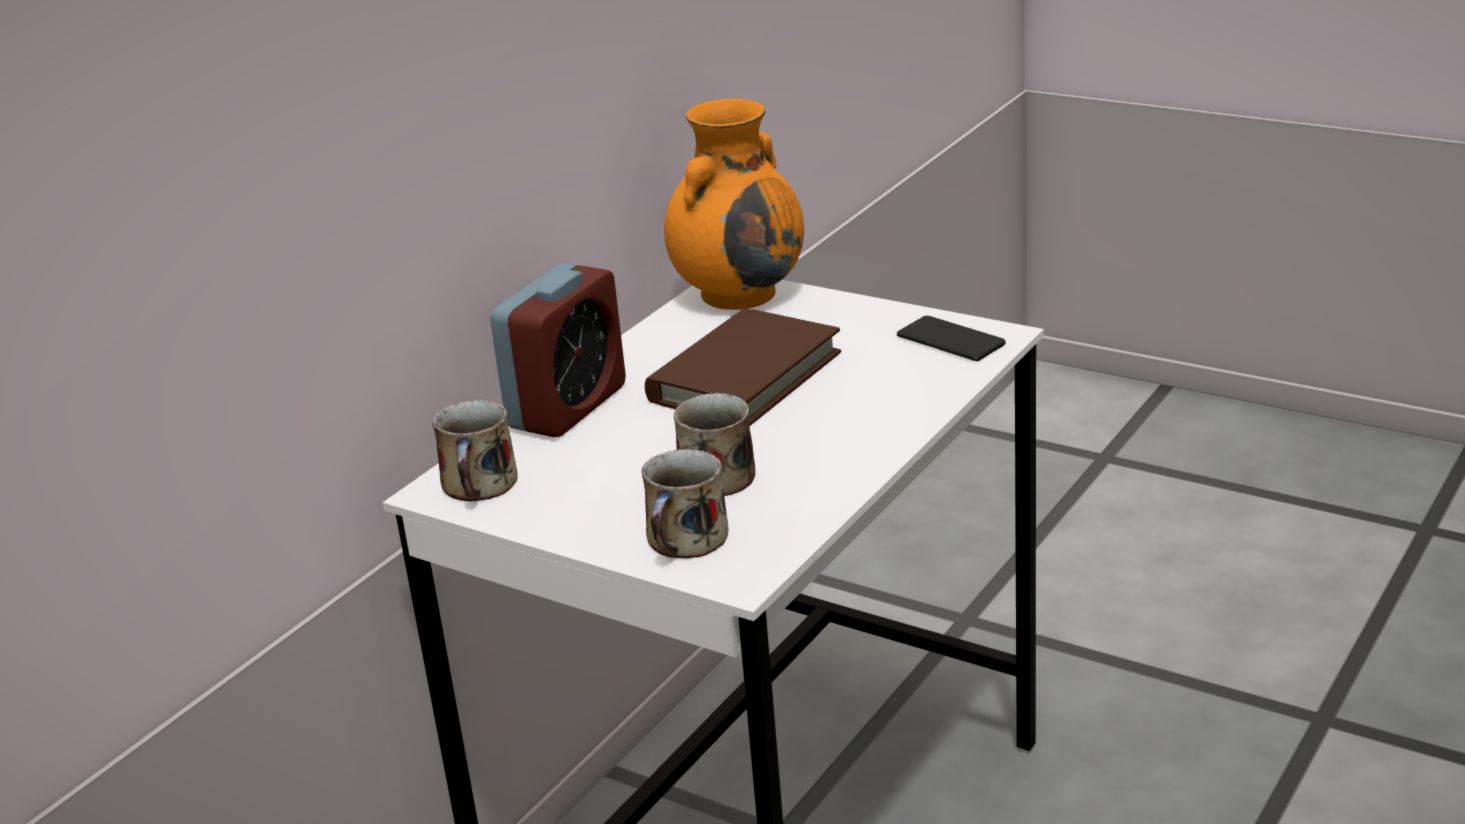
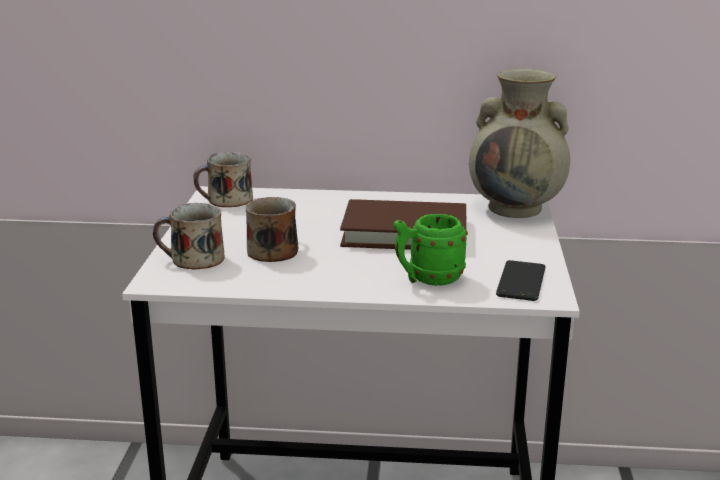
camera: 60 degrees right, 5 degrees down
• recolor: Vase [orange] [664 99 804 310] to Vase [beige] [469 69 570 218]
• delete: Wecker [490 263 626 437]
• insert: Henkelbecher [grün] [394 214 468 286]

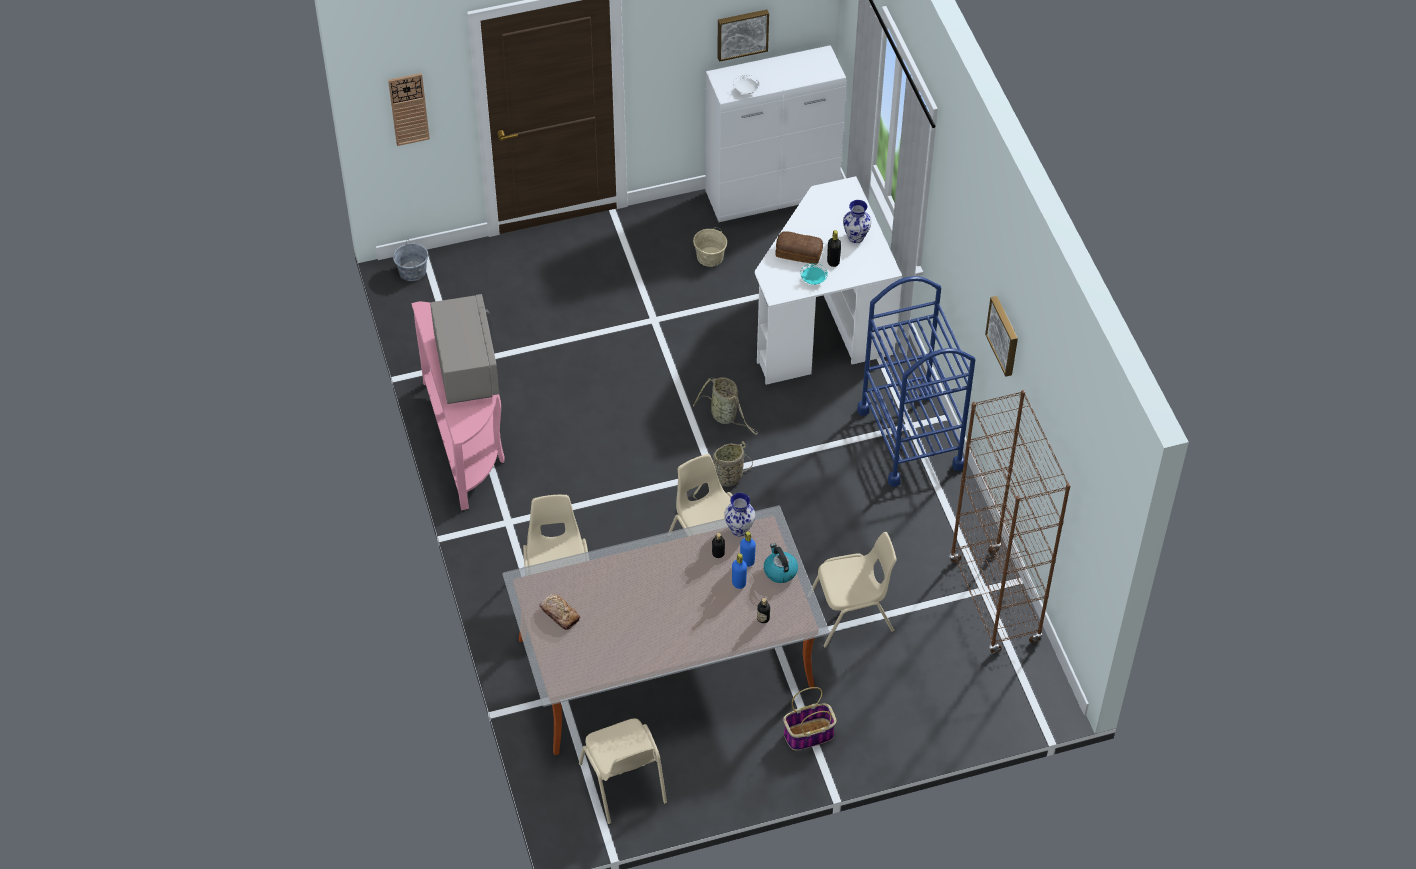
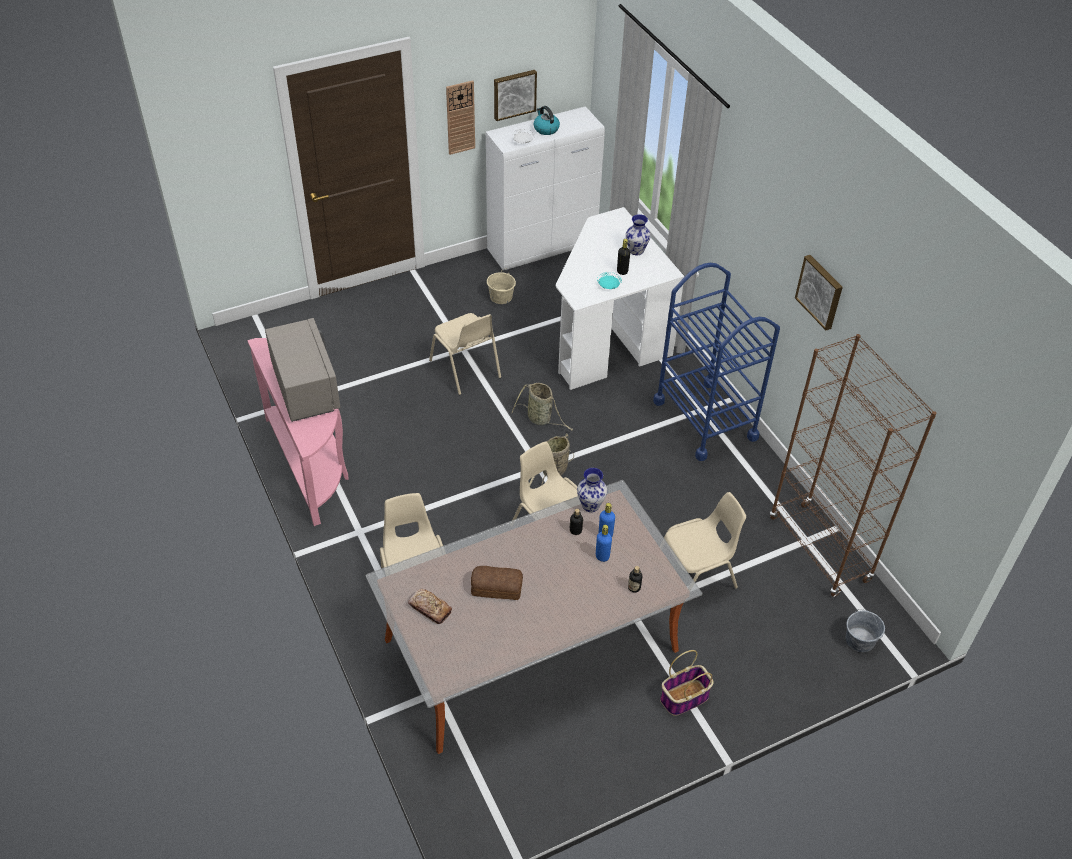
camera: 10 degrees left, 5 degrees down
• move: Wanduhr [388 73 430 146] to [446 80 475 155]
• move: Brot [775 231 823 265] to [471 566 523 600]
• move: Eimer [grau] [393 239 428 281] to [846 609 885 652]
• move: Wasserkessel [764 543 798 583] to [534 106 560 135]
• move: Stuhl [beige] [579 718 667 824] to [429 313 501 395]

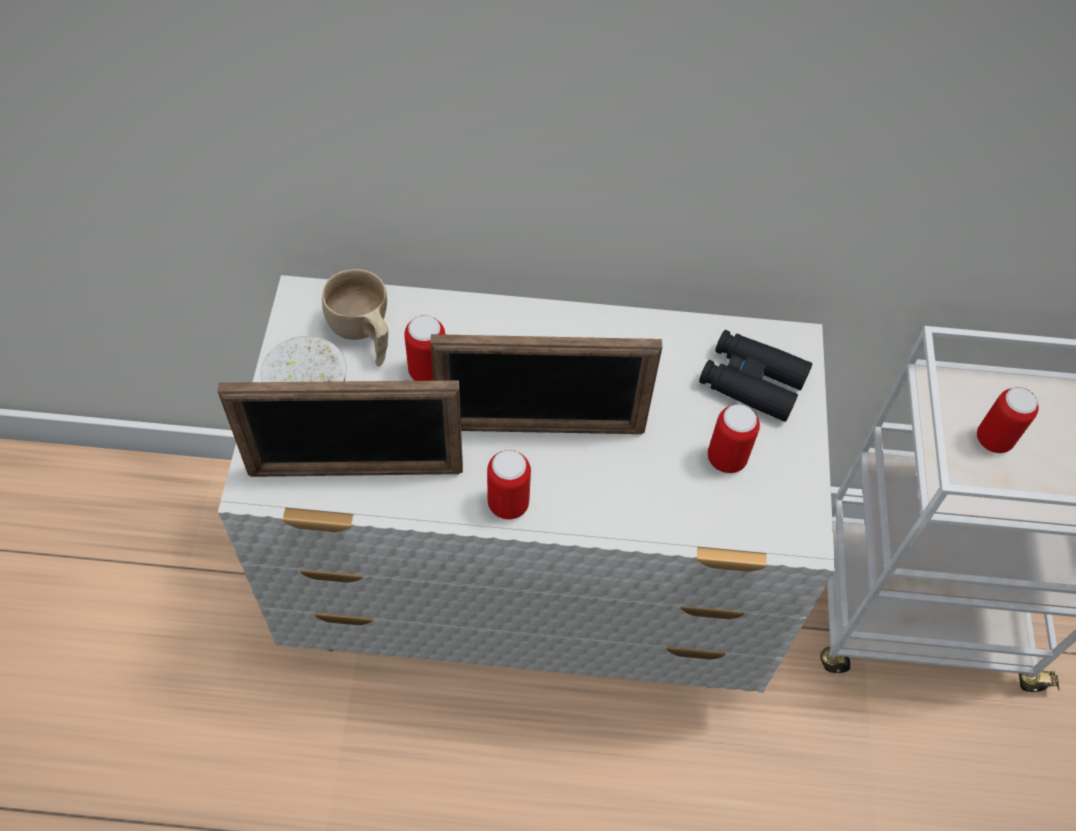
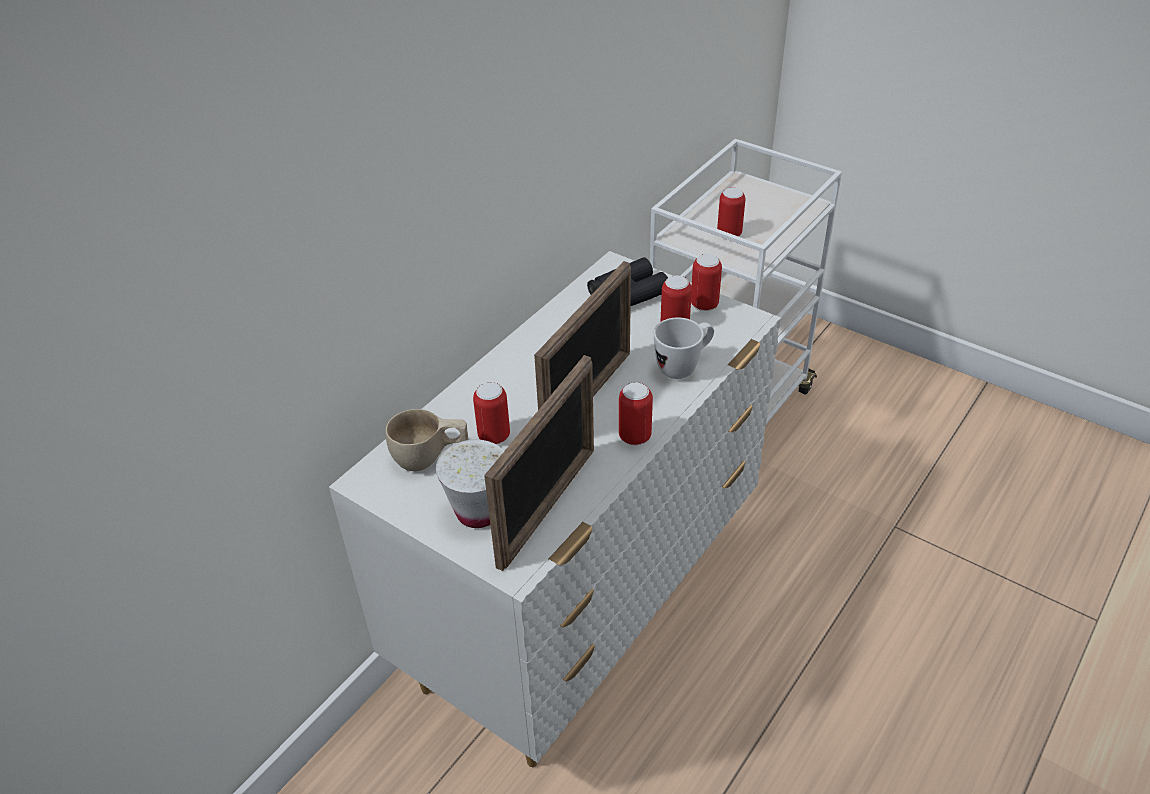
camera: 55 degrees left, 15 degrees down
• insert: Dose [691 254 722 311]
• insert: Henkelbecher [weiß] [654 317 714 379]

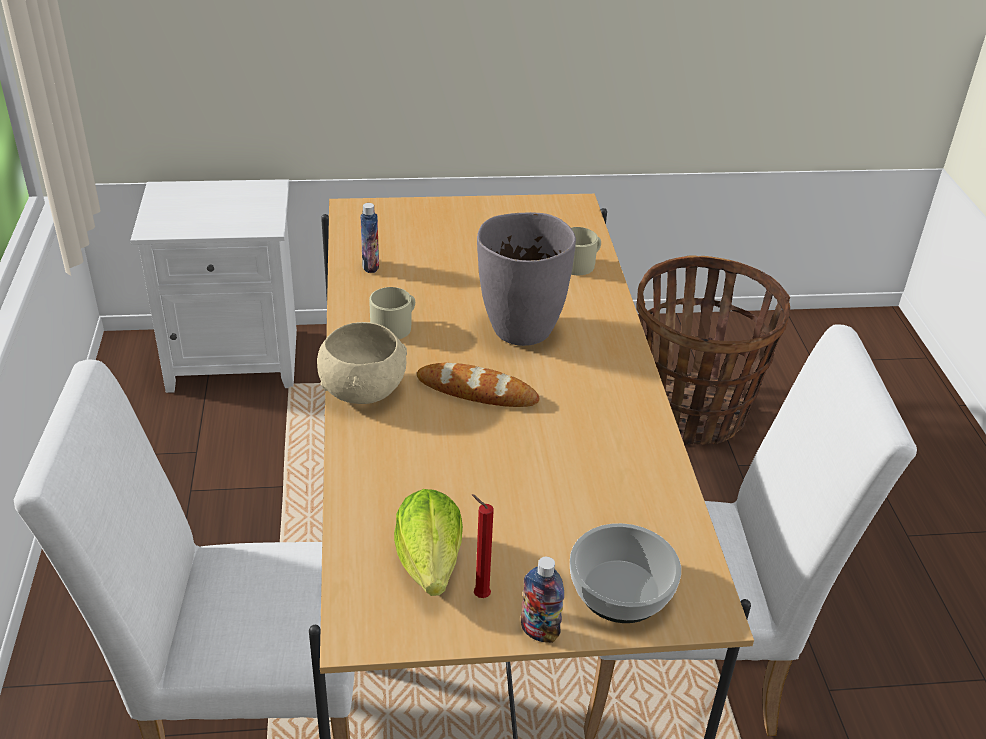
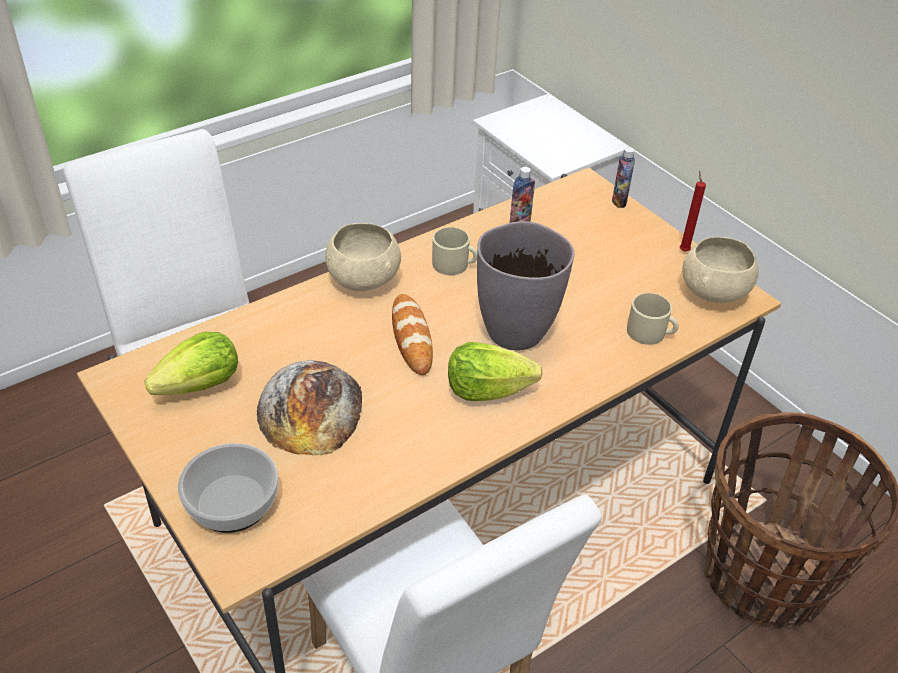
camera: 60 degrees right, 5 degrees up
• move: Kerze [rot] [472 494 494 598] to [680 170 706 252]
• move: Flasche [521 557 564 643] to [612 147 635 208]
• insert: Schüssel [beige] [682 237 759 303]
• insert: Salatkopf [448 342 543 401]
• insert: Brot [257 360 362 455]

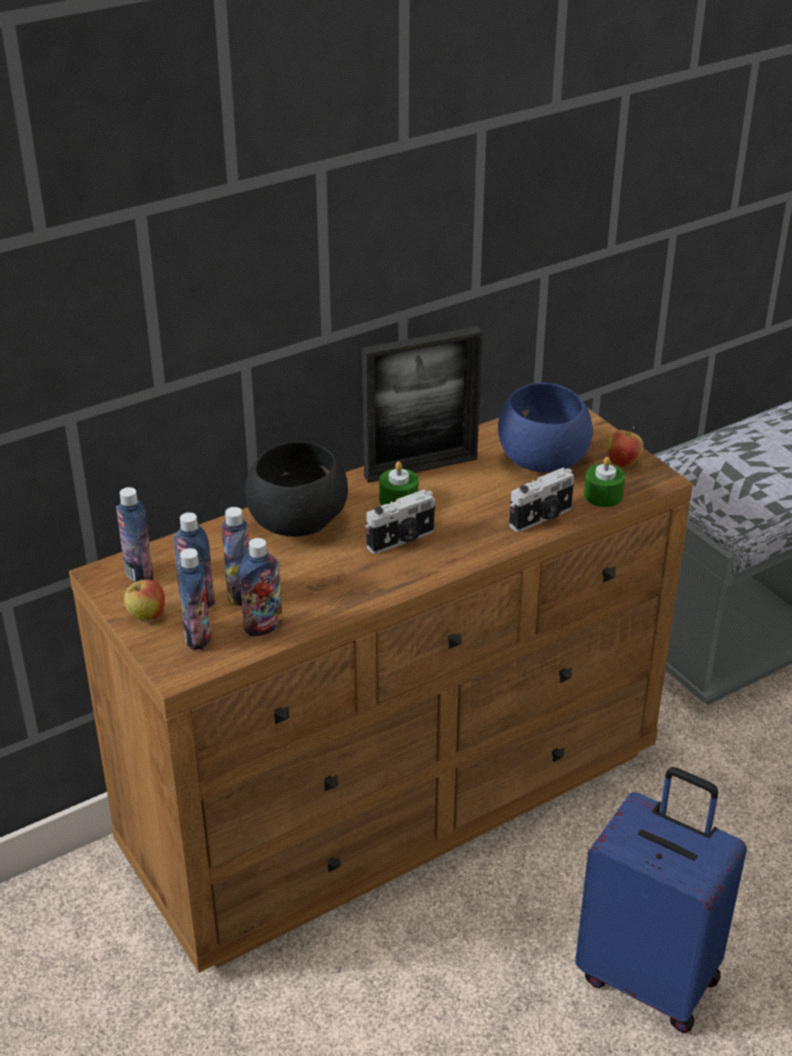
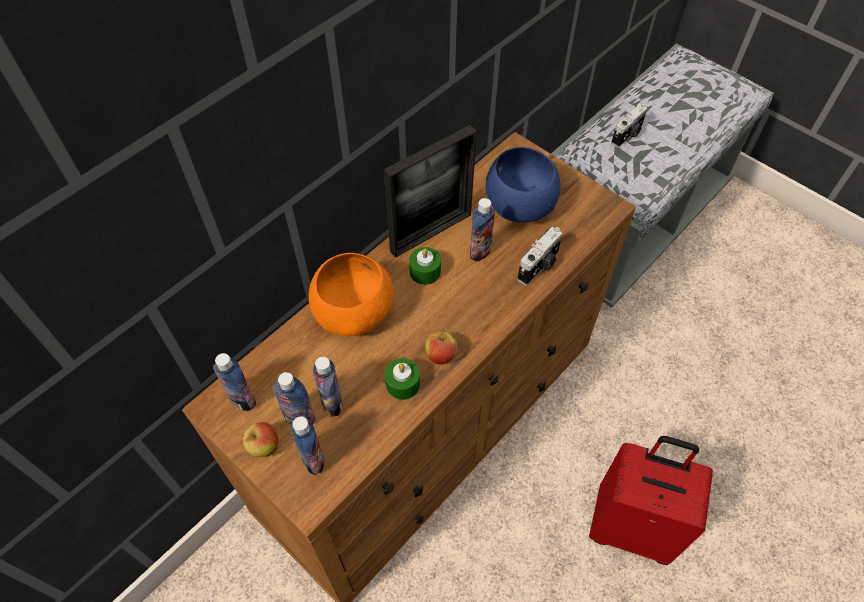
camera: 15 degrees left, 20 degrees up
• move: Apfel [607 427 643 468] to [425 329 457 365]
• recolor: Schüssel [schwarz] [245 441 348 537] to Schüssel [orange] [309 253 393 336]
• move: Kerze [grün] [584 457 625 507] to [385 358 420 400]
• move: Kamera [365 489 436 554] to [611 104 648 148]
• move: Flasche [239 538 282 637] to [470 198 495 262]
• recolor: Koffer [blau] [575 767 747 1033] to Koffer [rot] [589 436 713 565]

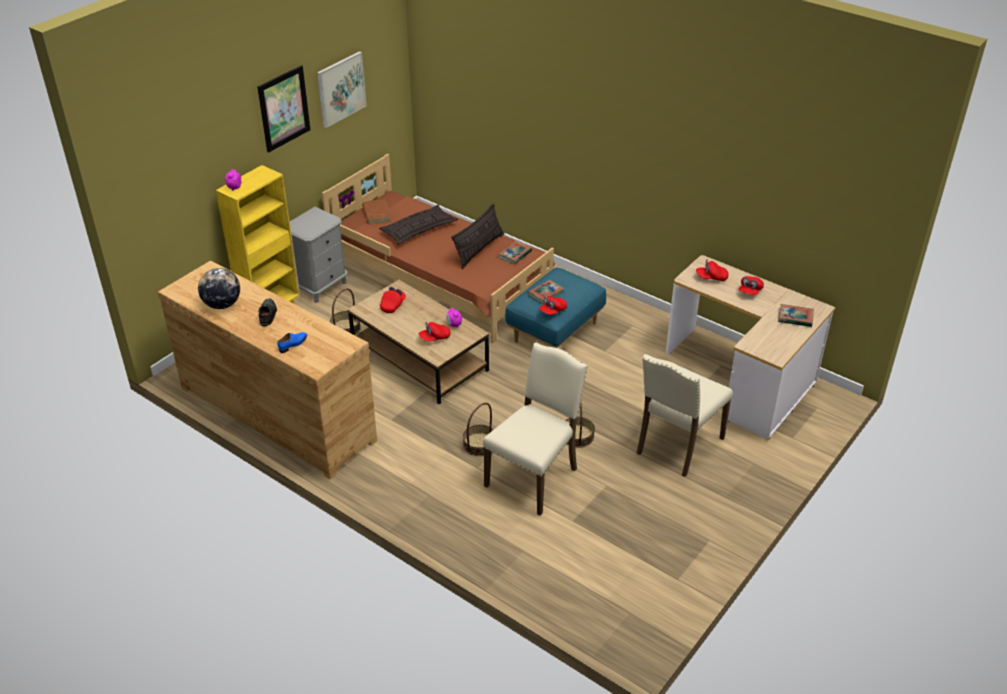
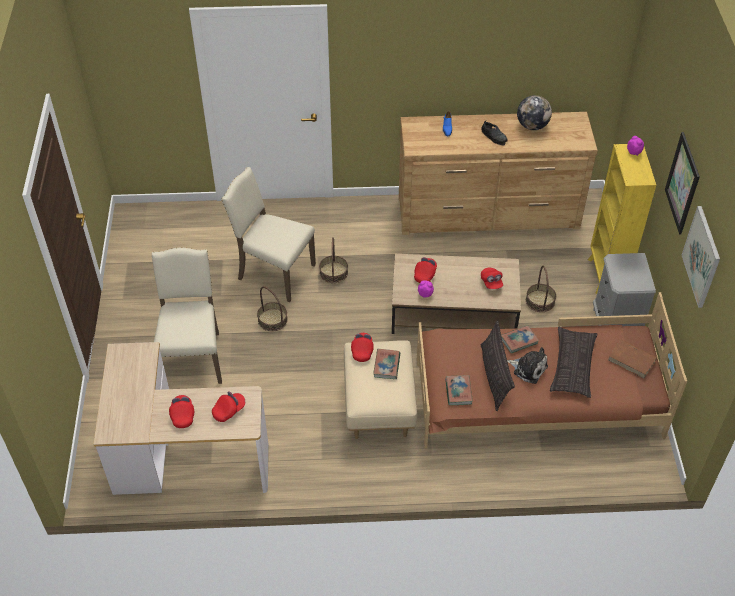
camera: 140 degrees right, 10 degrees up
• recolor: Polsterhocker [blau] [505 268 606 348] to Polsterhocker [beige] [344 340 417 439]
• move: Buch [778 304 814 327] to [501 325 539 353]
• rotate: Stuhl [beige] [483 342 588 516] = [221 167 316 302] 120 degrees clockwise
• insert: Plüschtier [507 347 548 384]

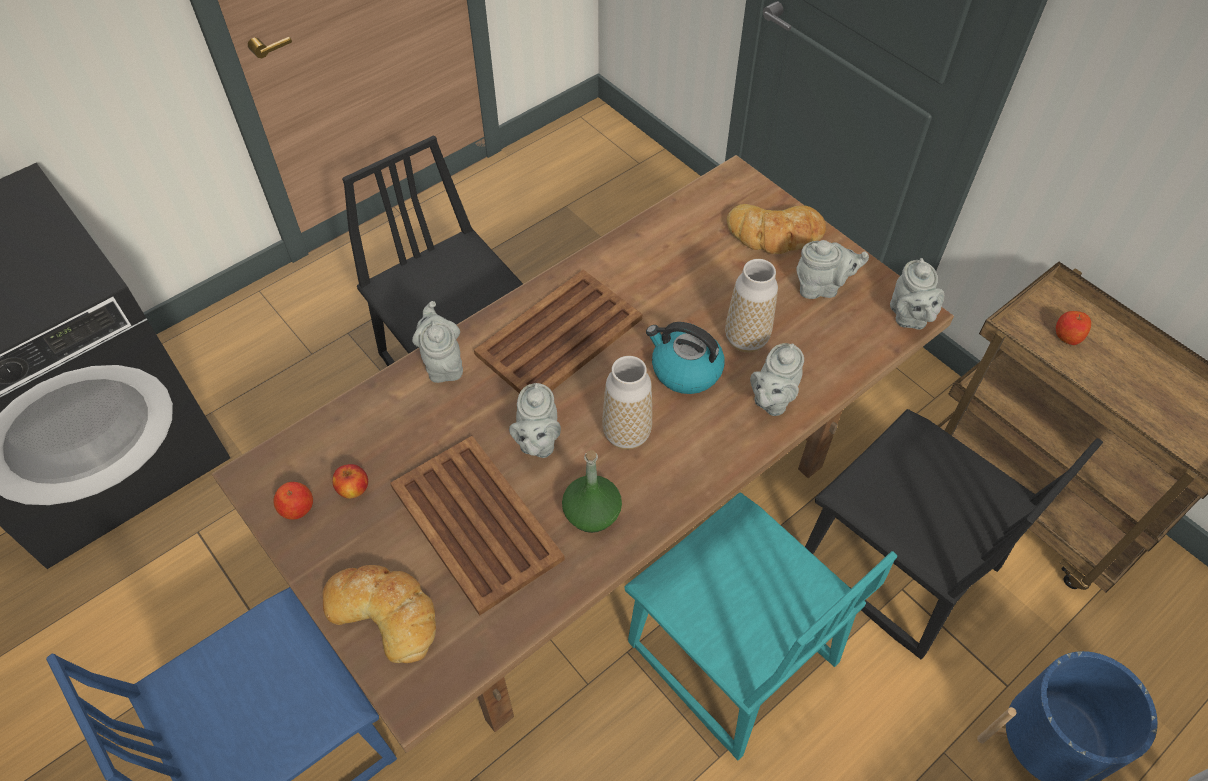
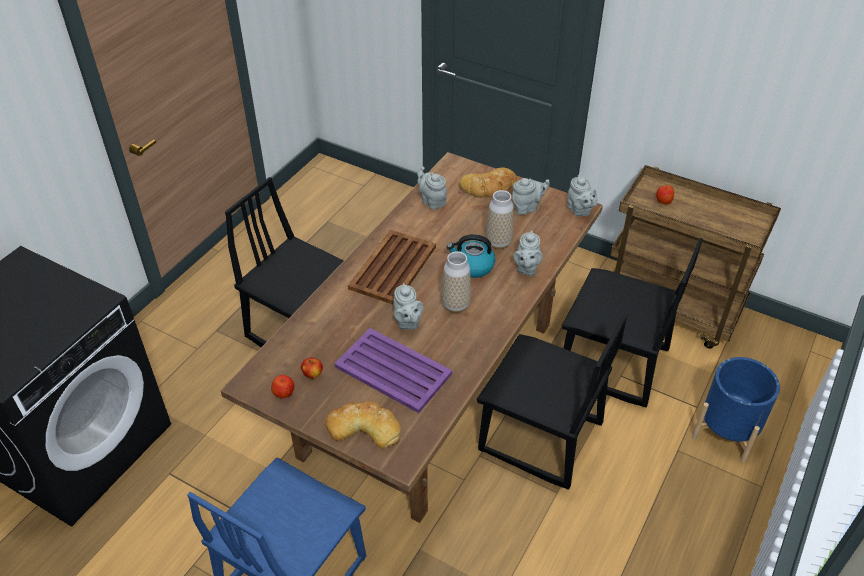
camera: 20 degrees left, 10 degrees down
• move: Teekanne [grau] [412 301 463 383] to [417 167 447 210]
• recolor: Tablett [braun] [390 436 565 616] to Tablett [lila] [335 328 452 413]
• delete: Flasche [grün] [562 450 622 533]
• recolor: Stuhl [türkis] [624 492 897 760] to Stuhl [schwarz] [477 314 628 490]

